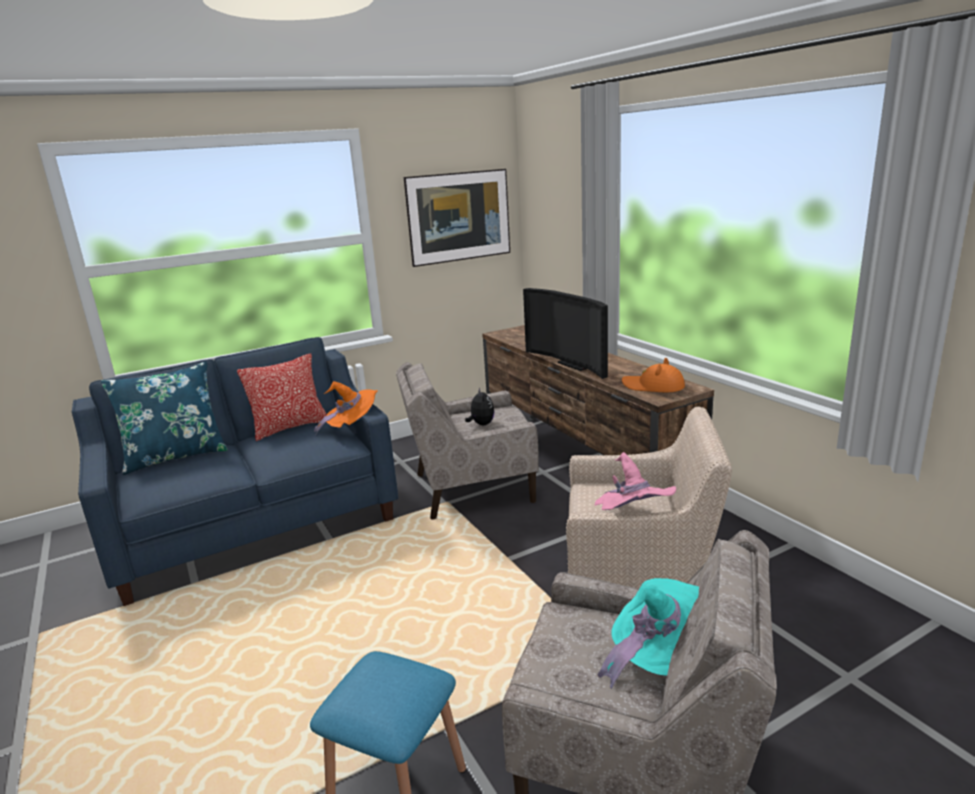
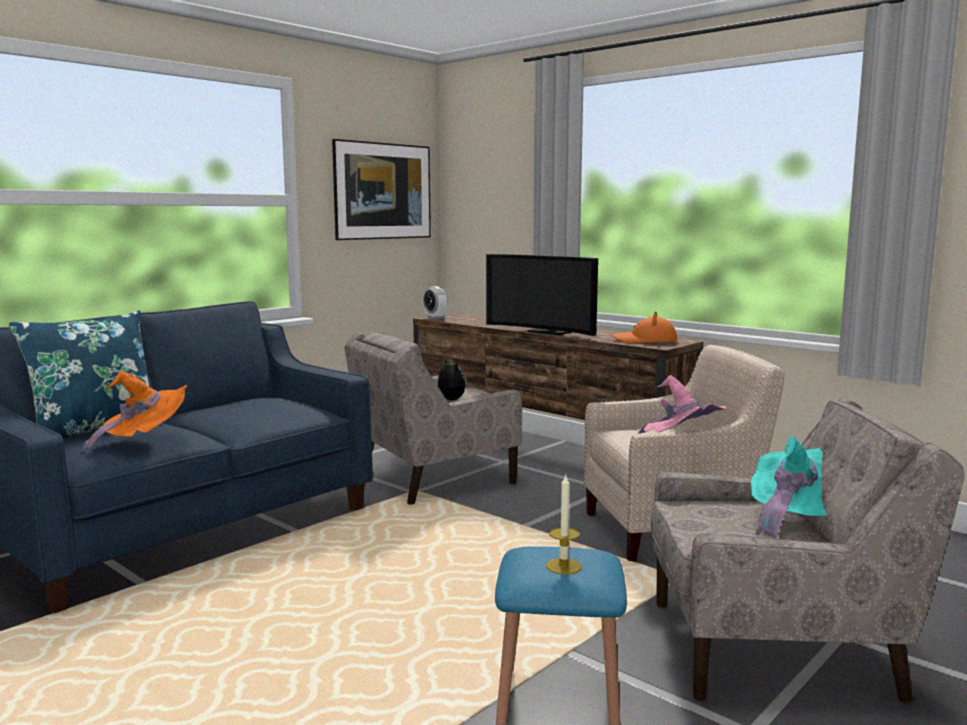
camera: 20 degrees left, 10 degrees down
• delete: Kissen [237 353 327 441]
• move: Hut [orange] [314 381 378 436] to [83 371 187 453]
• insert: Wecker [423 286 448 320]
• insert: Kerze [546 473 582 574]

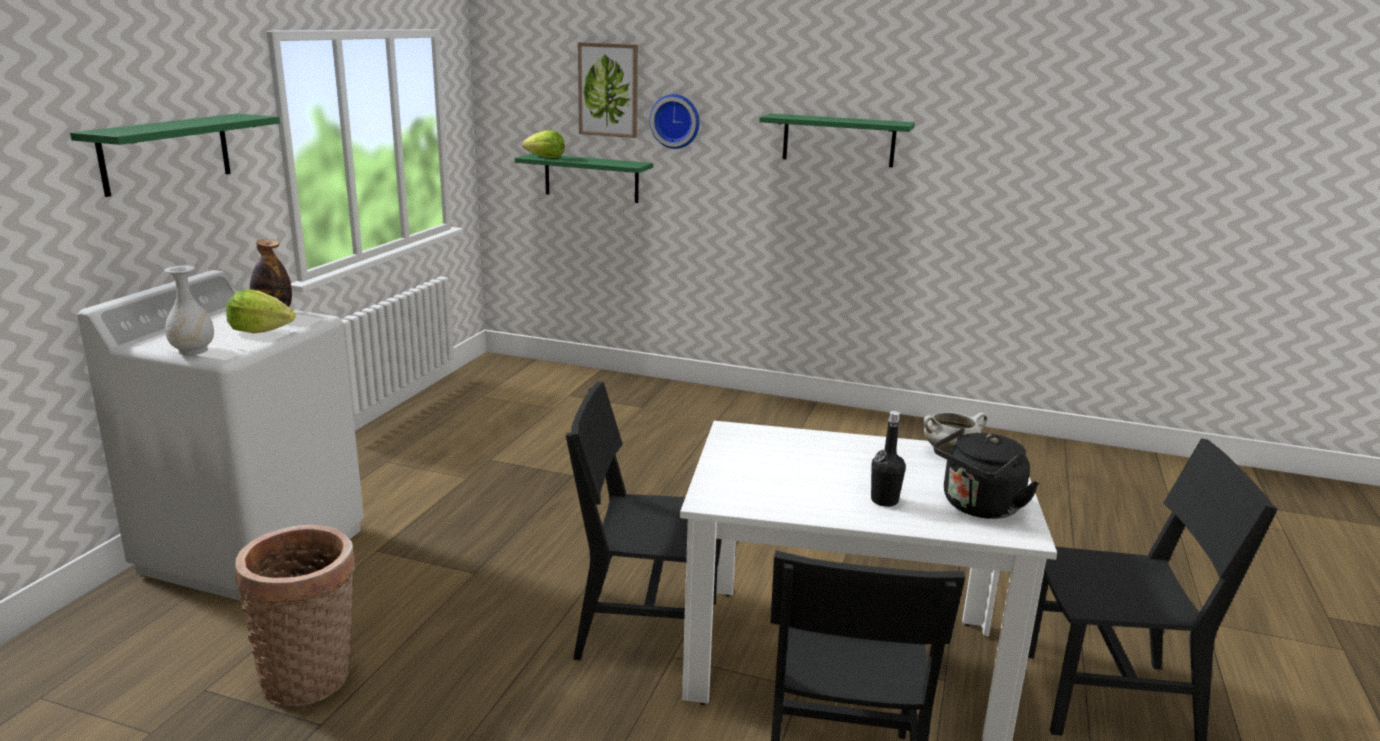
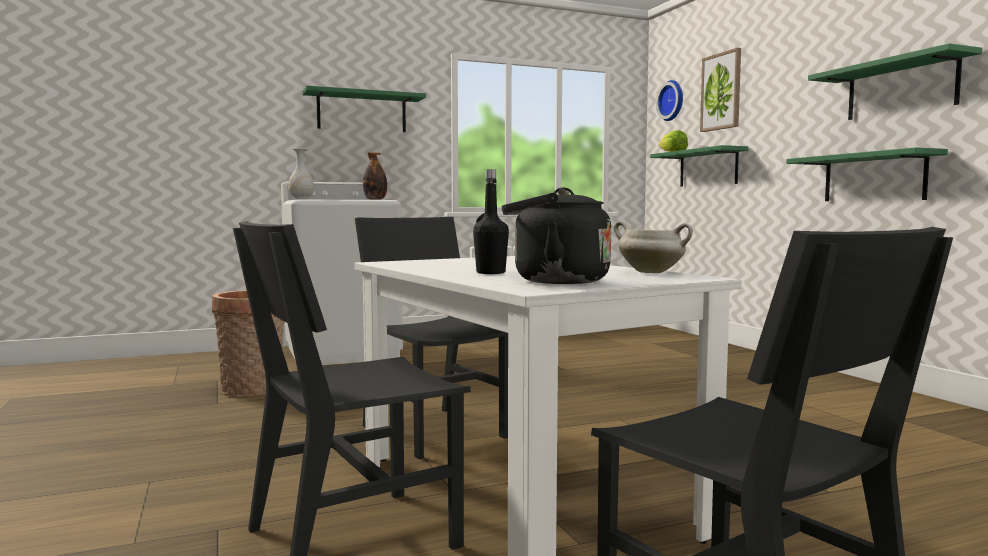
camera: 50 degrees right, 15 degrees down
• move: Wanduhr [650 94 700 149] to [656 80 683 121]
• delete: Salatkopf [226 290 296 333]
• insert: Wandregal [grün] [786 147 948 201]

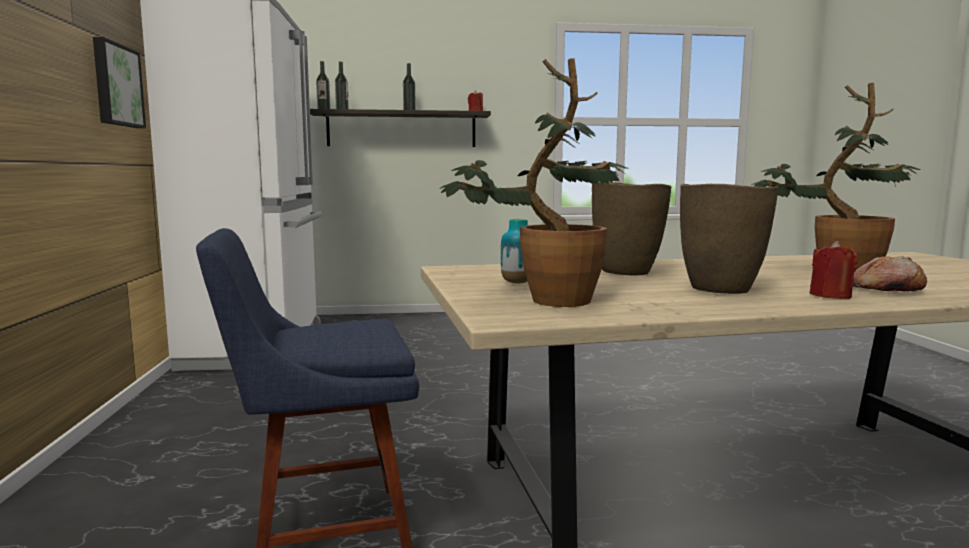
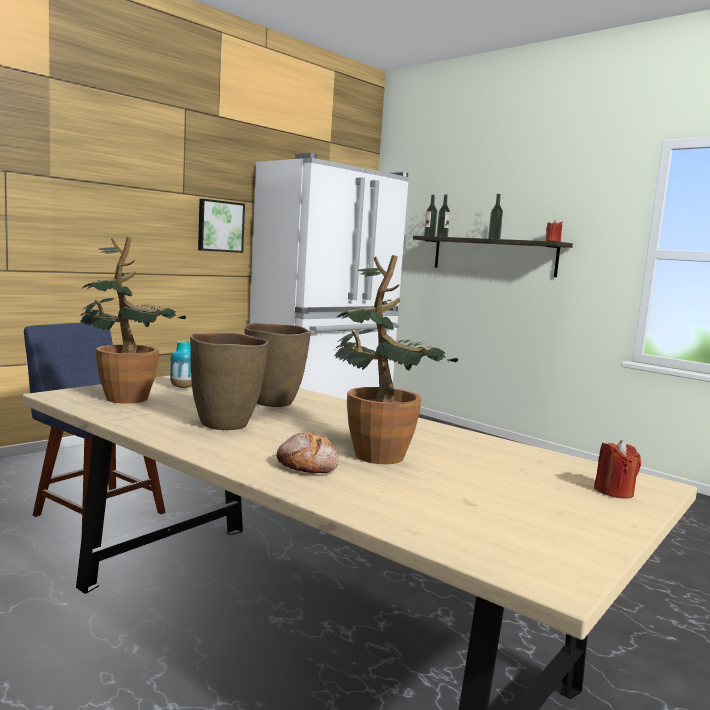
camera: 50 degrees right, 0 degrees up
• move: Kerze [rot] [810 241 858 299] to [594 440 641 499]

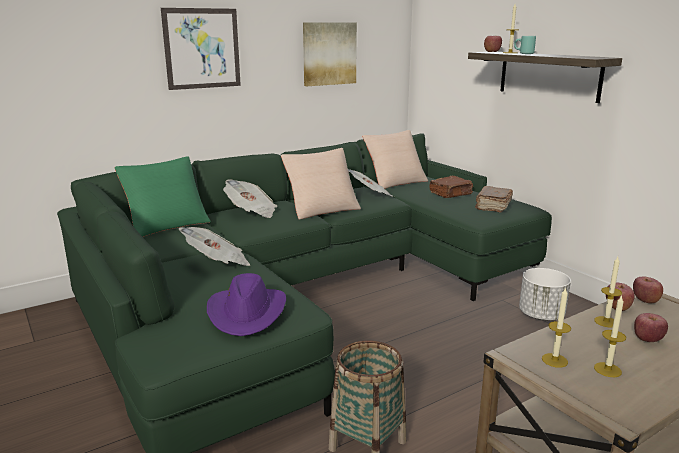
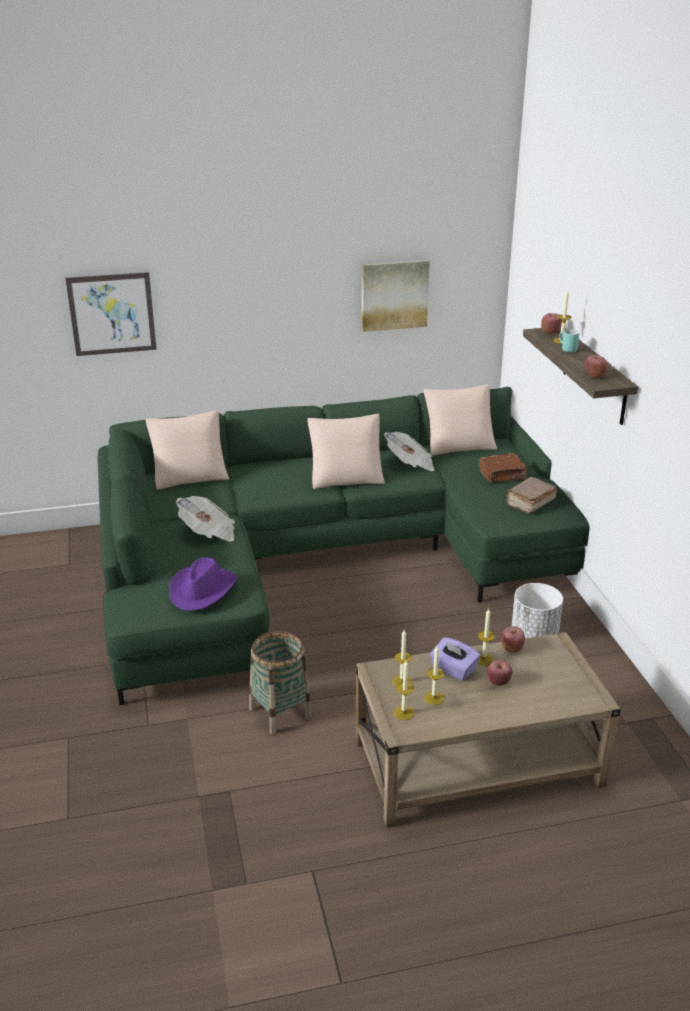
camera: 20 degrees right, 10 degrees up
• move: Bild [161 8 241 90] to [65 272 157 356]
• recolor: Kissen [grün] [115 156 211 237] to Kissen [beige] [146 410 229 490]
• delete: Zeitung [223 179 277 218]
• move: Apfel [633 276 663 304] to [584 355 608 378]
• insert: Taschentuchbox [lila] [430 637 480 681]
• insert: Kerze [394 660 414 720]

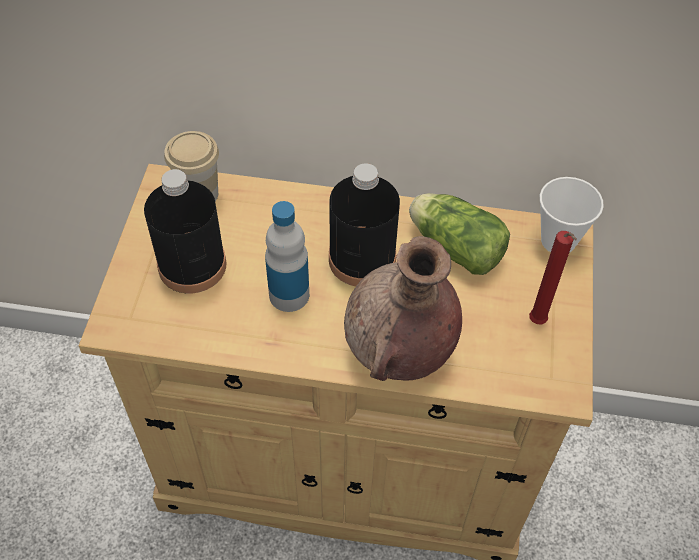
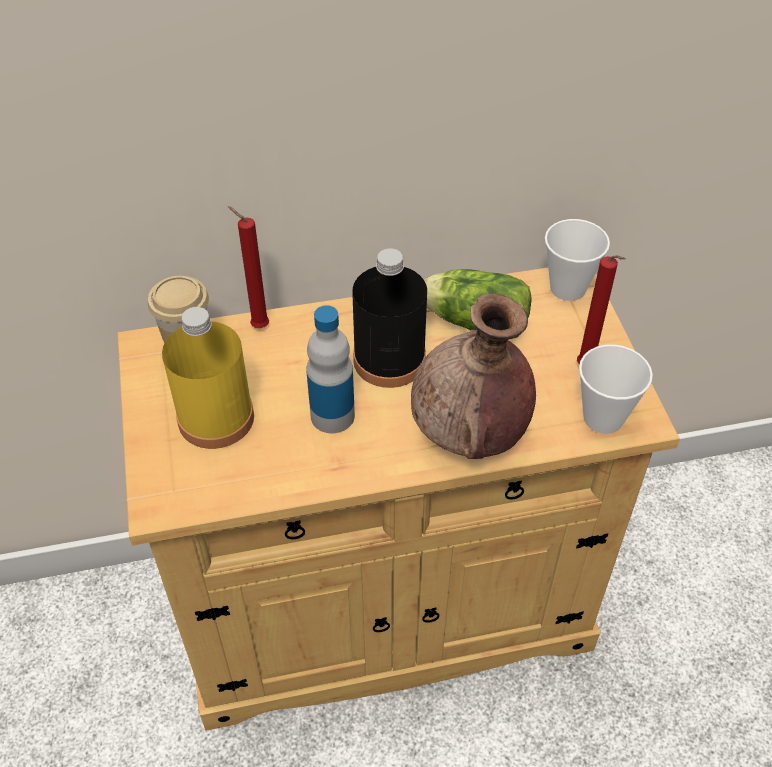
camera: 20 degrees left, 5 degrees down
• recolor: Flasche [schwarz] [144 169 226 293] to Flasche [gelb] [162 307 254 449]
• insert: Kerze [rot] [228 206 269 328]
• insert: Tasse [579 345 653 434]

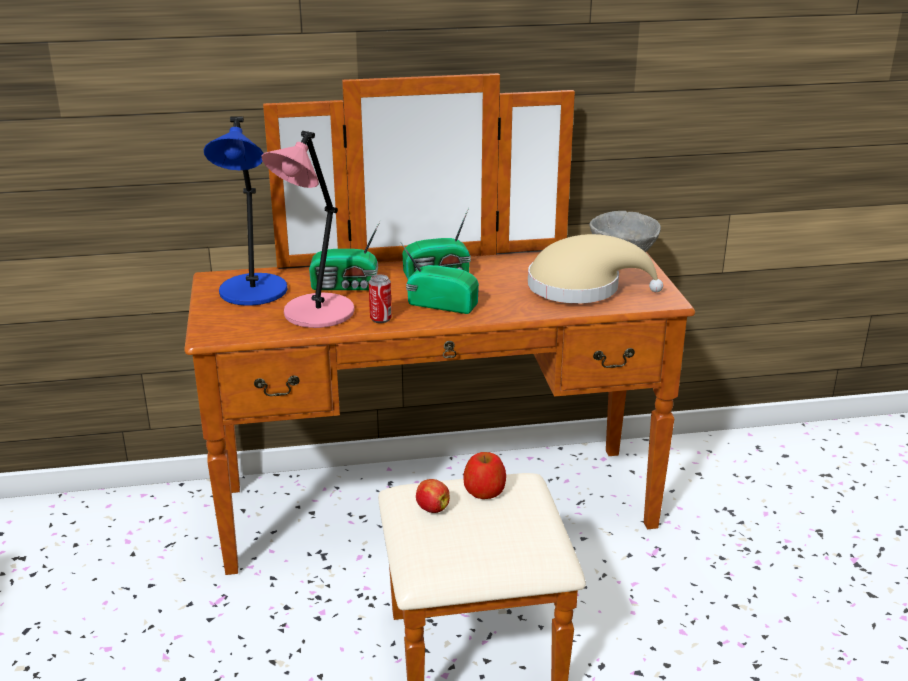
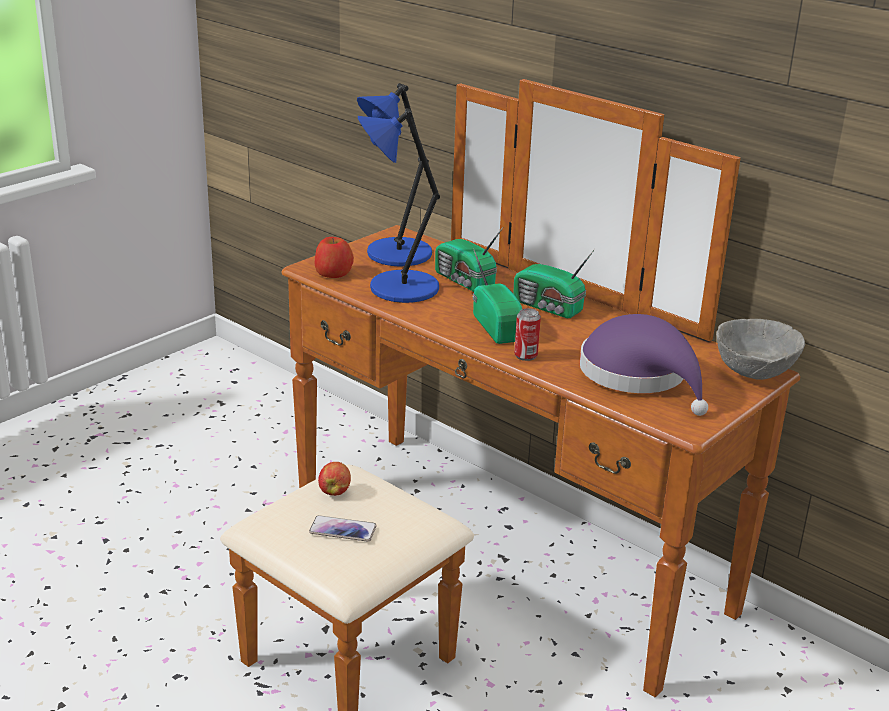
camera: 50 degrees right, 0 degrees up
• recolor: Tischlampe [rosa] [262 131 354 328] to Tischlampe [blau] [358 108 440 303]
• recolor: Hut [beige] [528 234 663 303] to Hut [lila] [580 314 708 416]
• move: Dose [369 275 392 323] to [514 308 541 361]
• move: Apfel [463 452 506 499] to [315 237 354 278]
• insert: Handy [309 515 377 542]

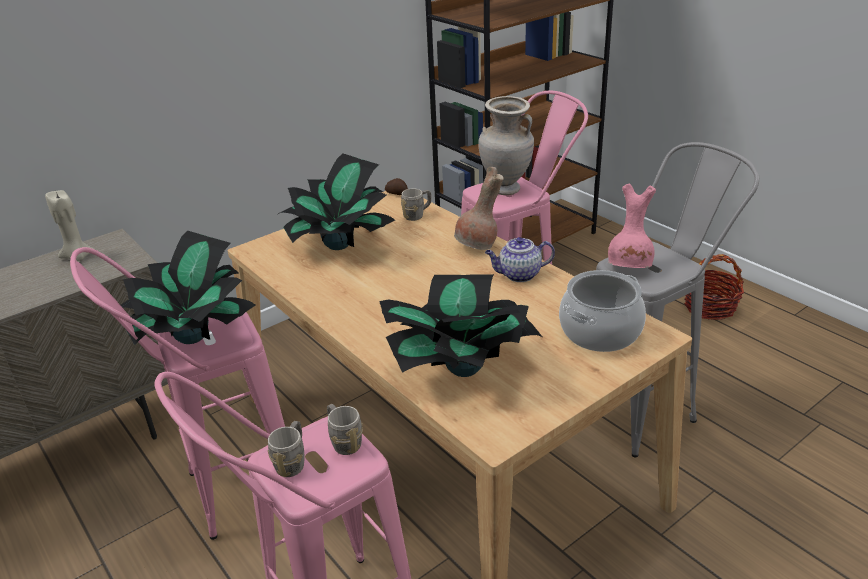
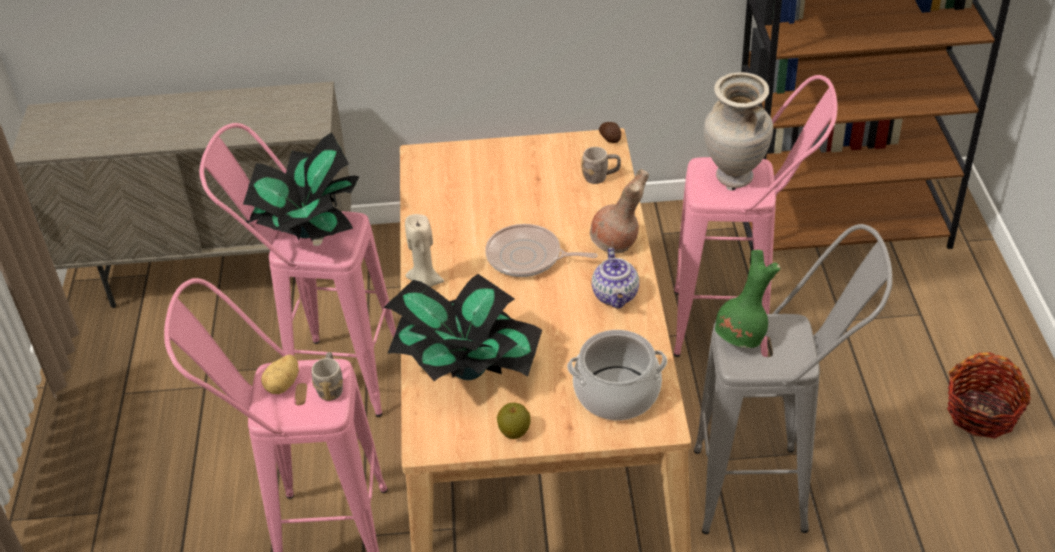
camera: 35 degrees right, 10 degrees up
• delete: Topfpflanze [278 154 395 250]
• recolor: Vase [rosa] [608 183 656 268] to Vase [grün] [715 250 780 348]
• move: Kerze [beige] [45 190 94 261] to [405 214 444 287]
• rotate: Teekanne [485 237 555 282] = [592 248 639 309] 120 degrees counterclockwise
• replace: Henkelbecher [grau] [267 421 304 477] to Kartoffel [261 354 299 394]
• insert: Pfanne [485 224 597 277]
• insert: Apfel [497 403 530 439]

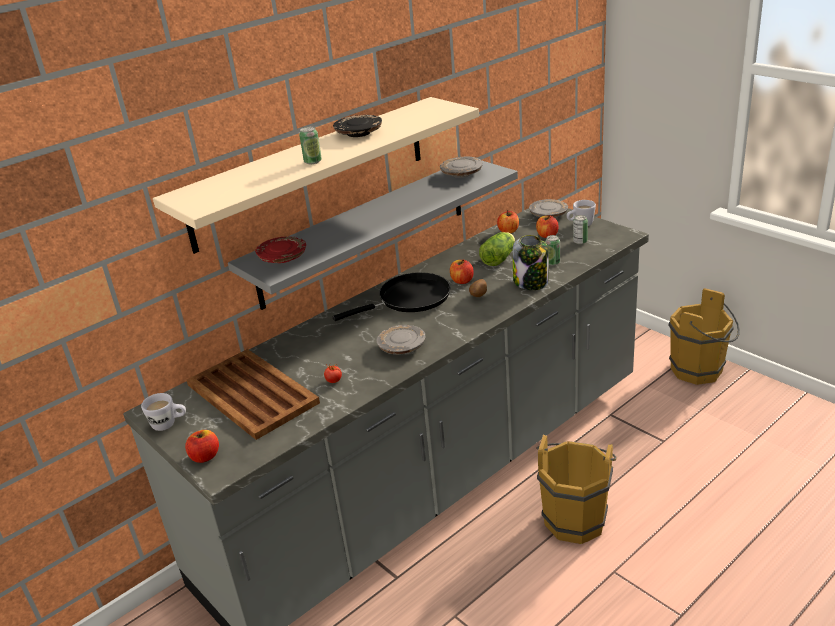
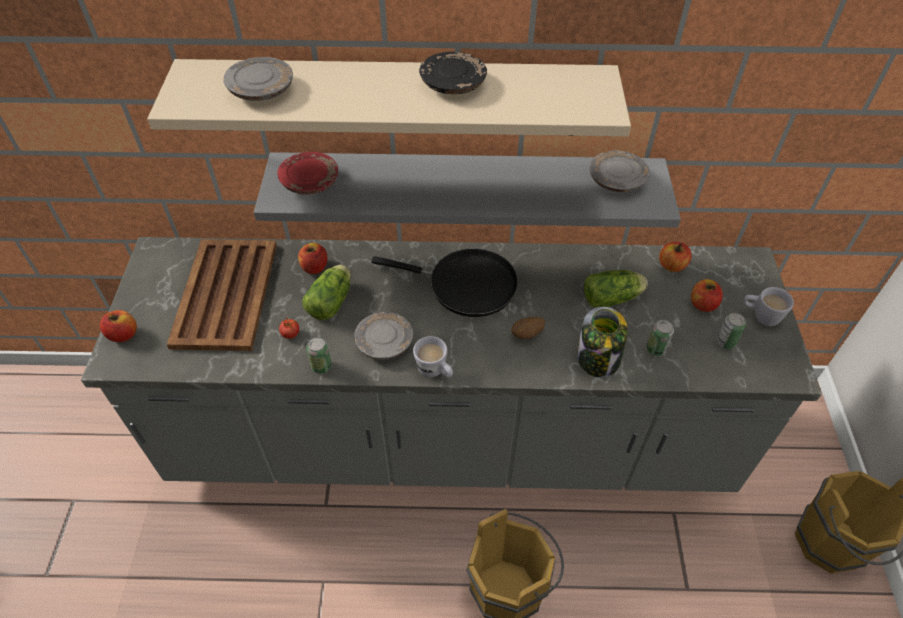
camera: 40 degrees right, 20 degrees up
• move: Dose [299 126 322 164] to [306 337 332 374]
• move: Teller [grau] [529 199 568 218] to [224 57 293 101]
• move: Apfel [450 259 474 284] to [298 243 327 274]
• move: Henkelbecher [weiß] [141 393 186 431] to [413 336 453 378]
• insert: Salatkopf [303 265 351 320]

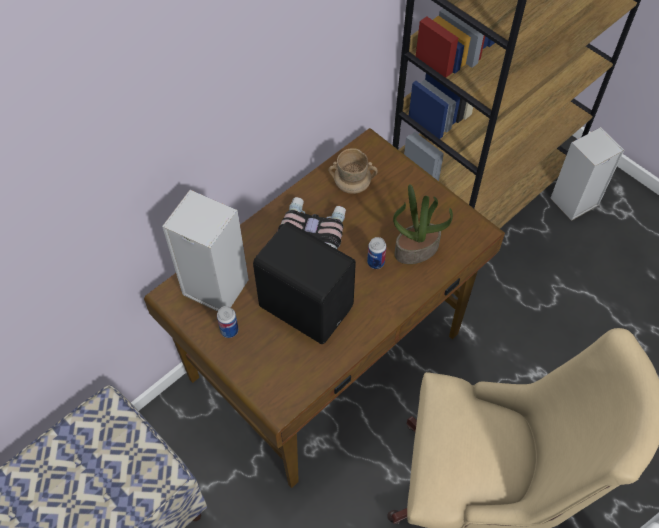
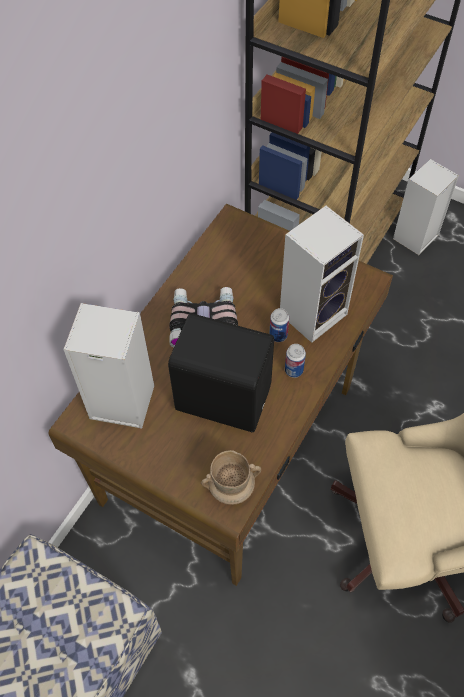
camera: 15 degrees left, 0 degrees up
• move: Henkelbecher [beige] [328 148 378 194] to [201 450 261 505]
• replace: Topfpflanze [393 184 453 264] to Lautsprecher [280 206 364 343]
• move: Dose [217 306 239 338] to [285 344 306 378]

